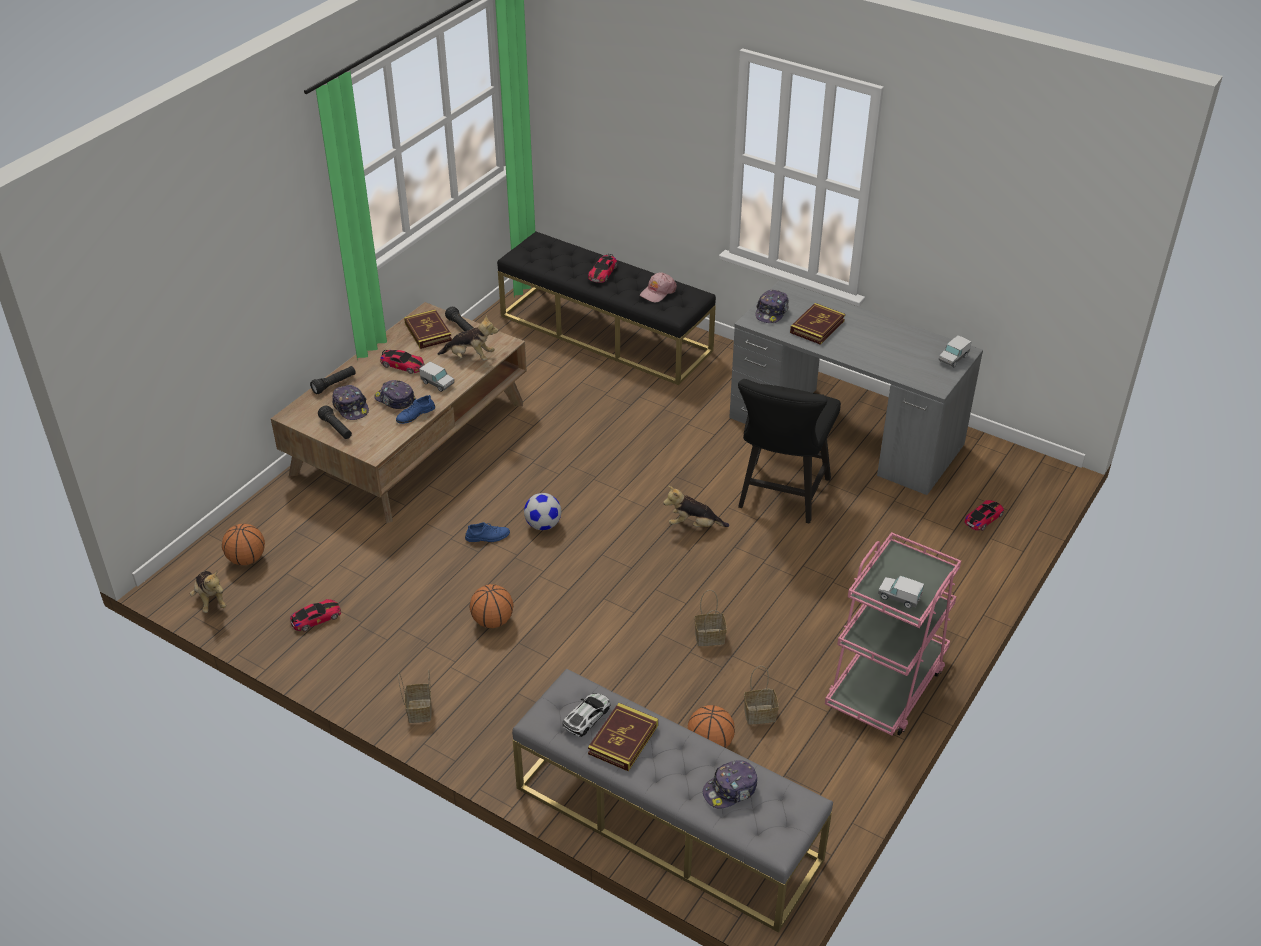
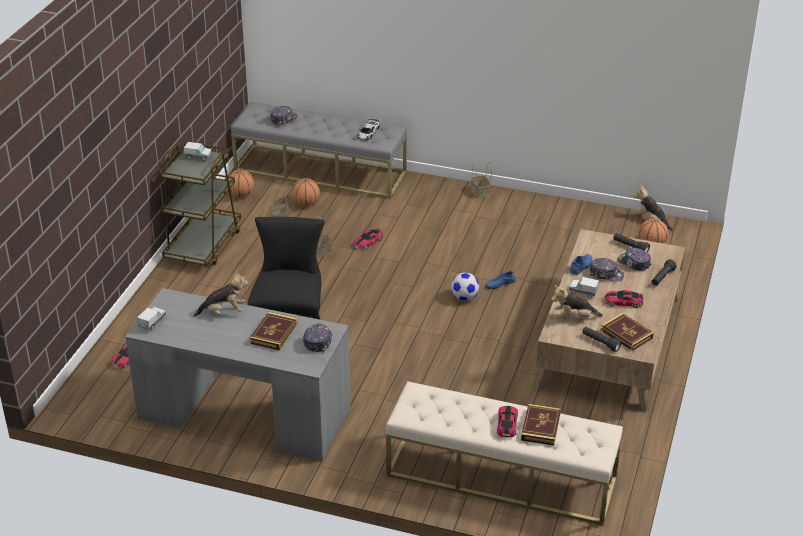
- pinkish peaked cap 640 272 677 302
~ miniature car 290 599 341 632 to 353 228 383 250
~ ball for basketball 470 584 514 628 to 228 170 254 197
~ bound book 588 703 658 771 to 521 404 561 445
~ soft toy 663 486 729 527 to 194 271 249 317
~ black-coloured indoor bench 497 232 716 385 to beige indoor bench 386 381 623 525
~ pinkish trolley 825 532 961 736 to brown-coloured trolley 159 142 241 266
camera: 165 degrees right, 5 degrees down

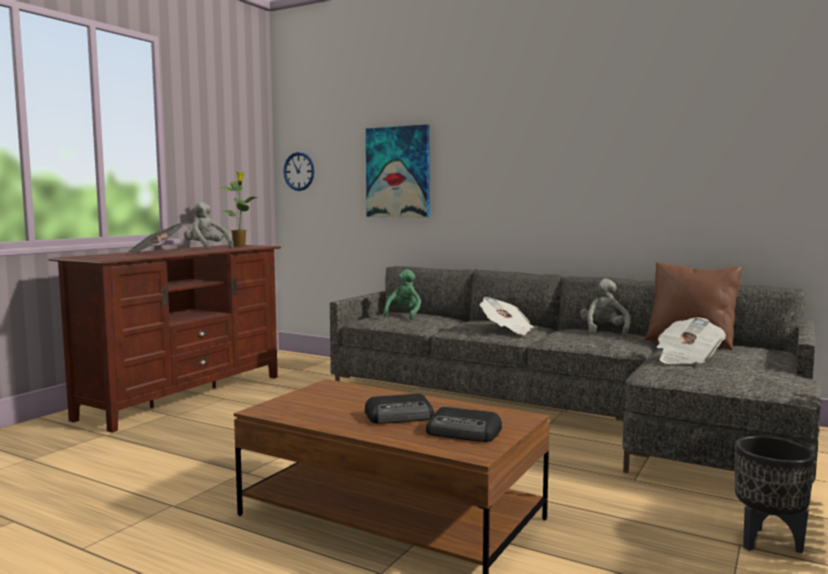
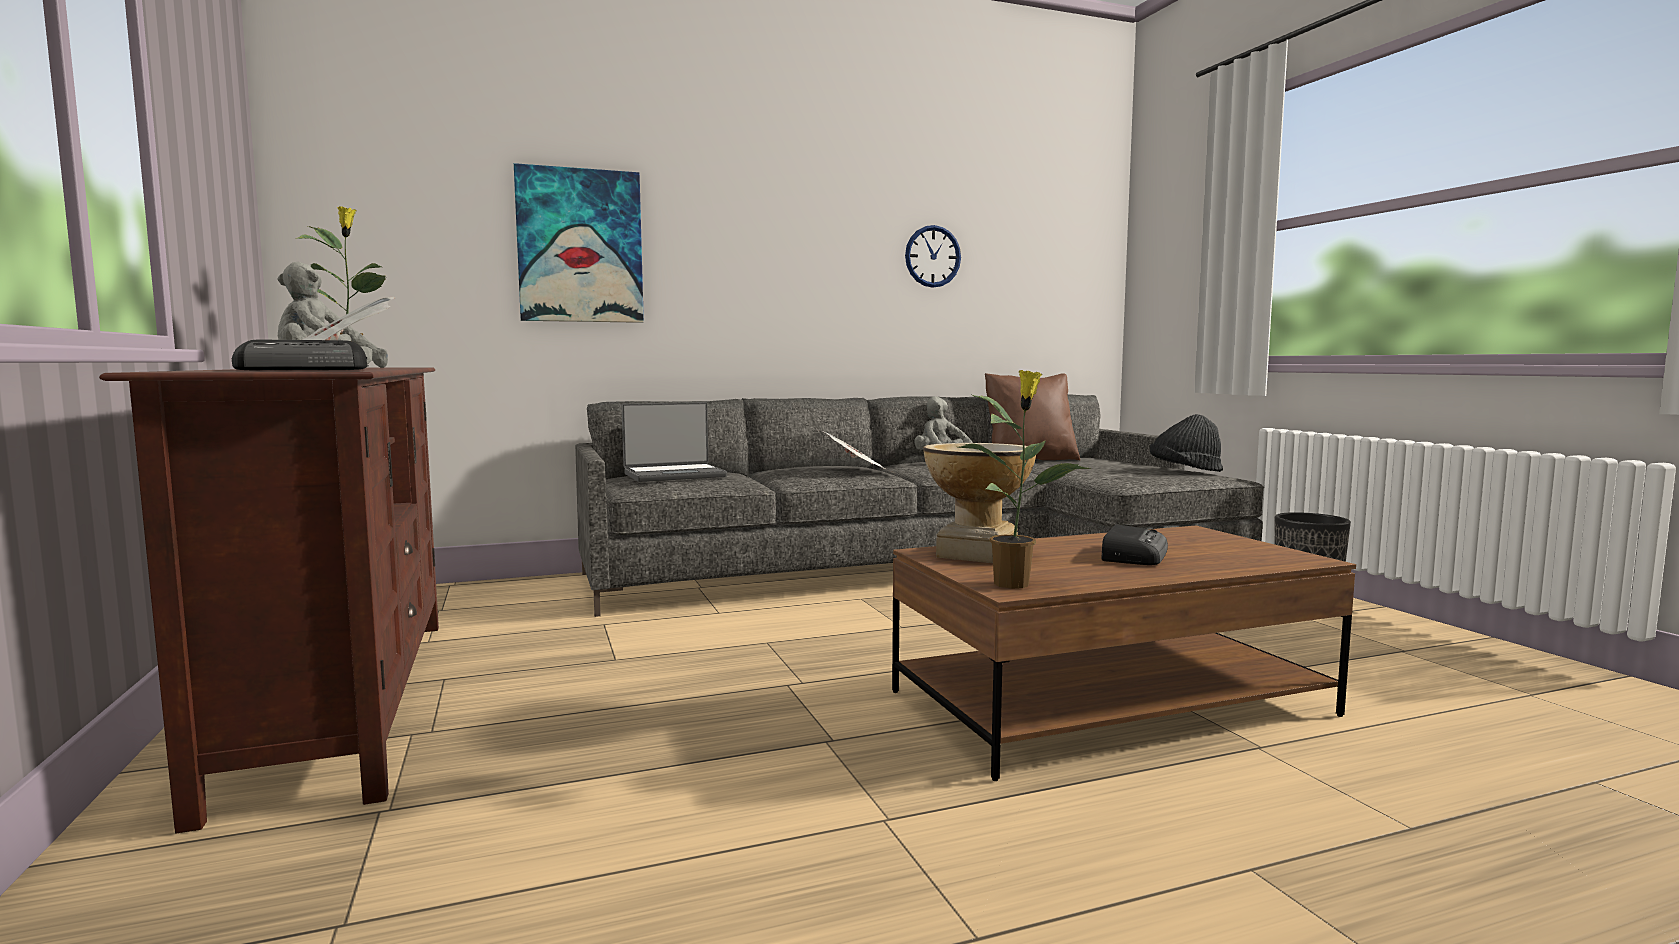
- newspaper 657 317 726 364
+ vase 924 443 1036 563
+ potted plant 958 370 1091 589
+ black-coloured wearable hat 1150 414 1223 472
~ clock on the wall 283 152 314 191 to 905 225 961 288
~ radio set 426 407 502 442 to 232 340 369 370
~ greenish soft toy 383 269 421 320 to laptop 622 402 727 482
camera: 50 degrees left, 0 degrees up

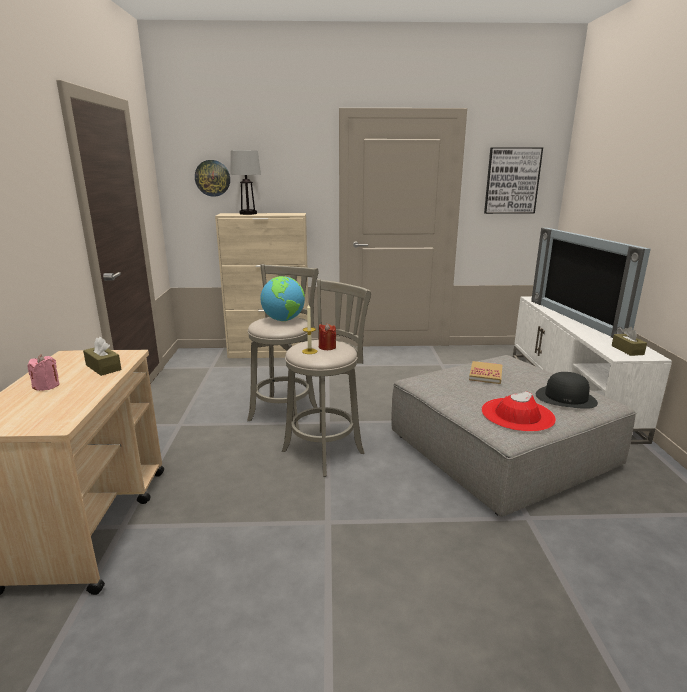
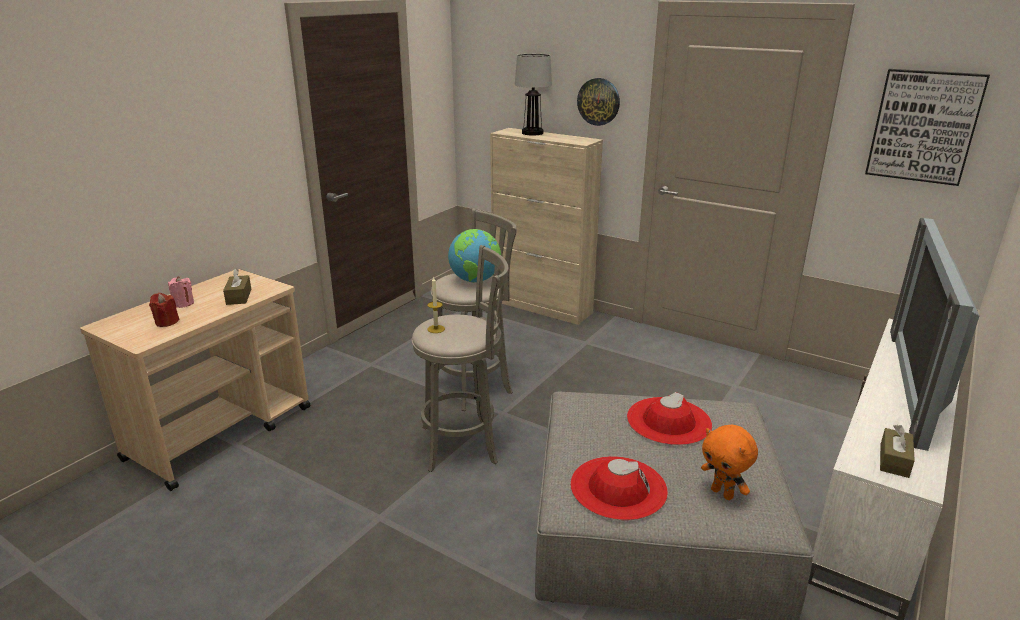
~ clock on the wall 195 160 230 197 to 577 78 620 126
~ reddish candle 319 323 336 350 to 149 293 180 327
~ bound book 469 361 502 384 to reddish wearable hat 627 392 712 445
~ black-coloured wearable hat 536 372 598 409 to orange-coloured soft toy 701 425 758 500
camera: 35 degrees right, 5 degrees up

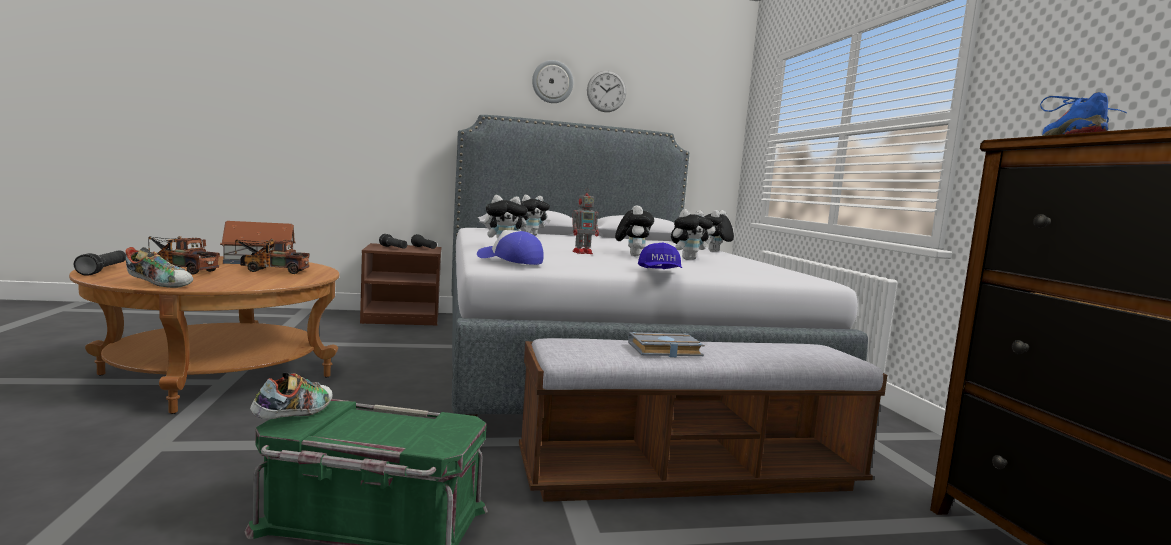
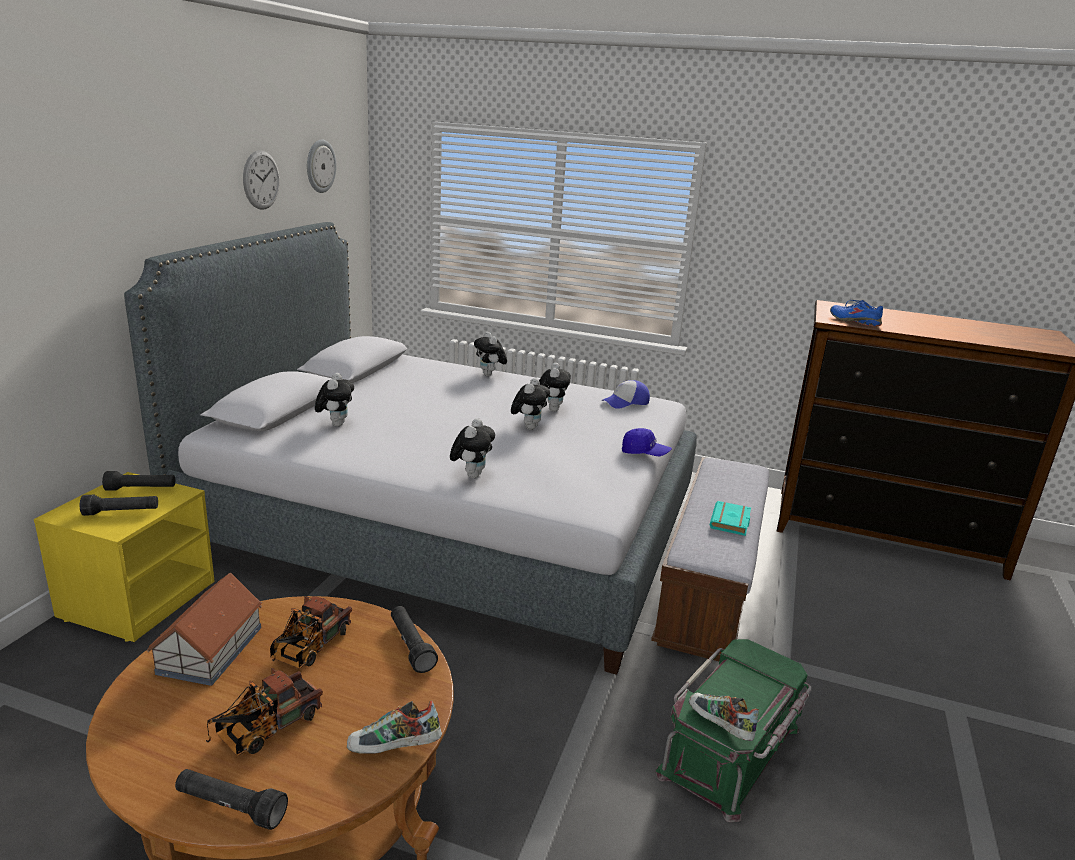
- model robot 572 188 599 254
+ black-coloured flashlight 391 606 438 673
~ peaked cap 477 230 544 265 to 602 380 650 409
~ clock on the wall 532 60 573 103 to 307 139 337 193
~ brown-coloured night table 360 243 442 326 to yellow night table 34 472 215 642
~ greyish bound book 628 332 705 357 to turquoise bound book 710 501 751 536
~ shoe 125 247 193 288 = 347 700 442 754 135 degrees counterclockwise
~ soft toy 615 206 654 256 = 511 378 550 430 75 degrees clockwise
camera: 60 degrees left, 15 degrees up

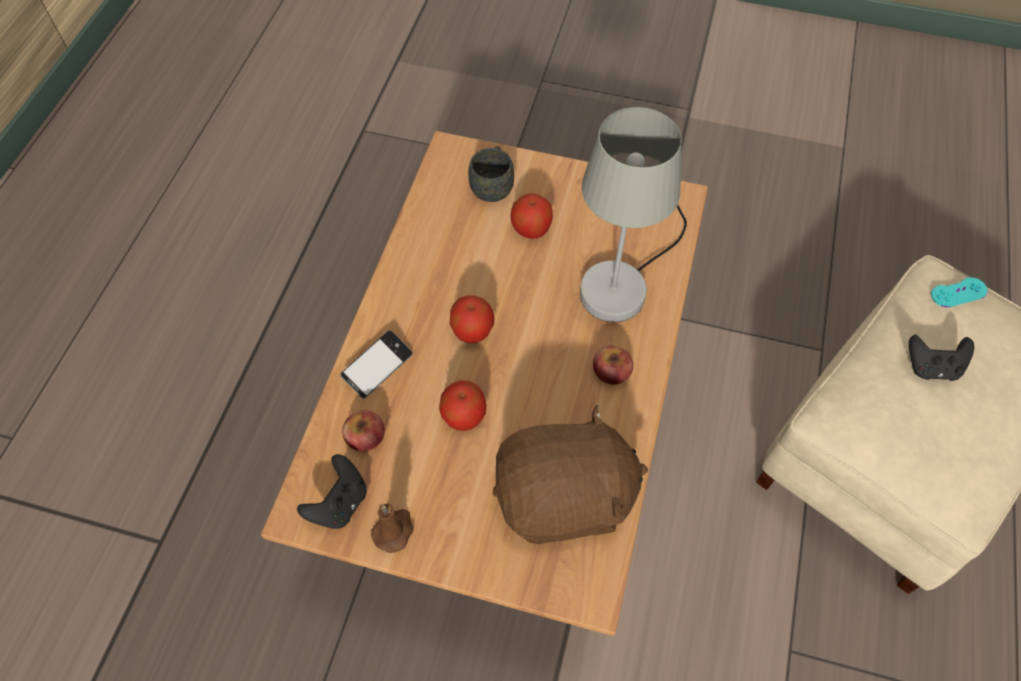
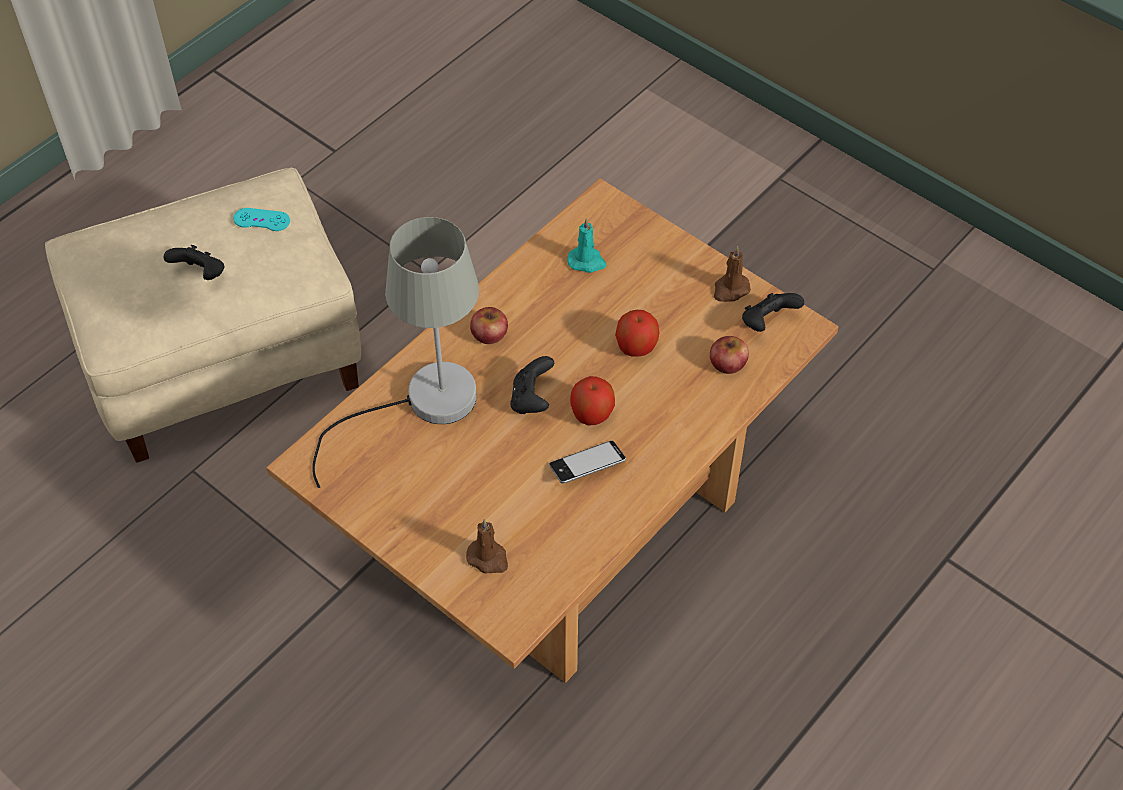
- whole apple 510 193 553 239
+ black-coloured gamepad 510 356 554 414
~ handset 340 330 413 399 to 549 441 626 484
~ turquoise gamepad 931 277 987 307 to 233 208 290 231
~ greyish mug 468 146 514 202 to brown-coloured candle 466 519 508 573
~ brown-coloured soft toy 493 405 648 544 to turquoise candle 567 218 606 273
camera: 155 degrees left, 5 degrees down

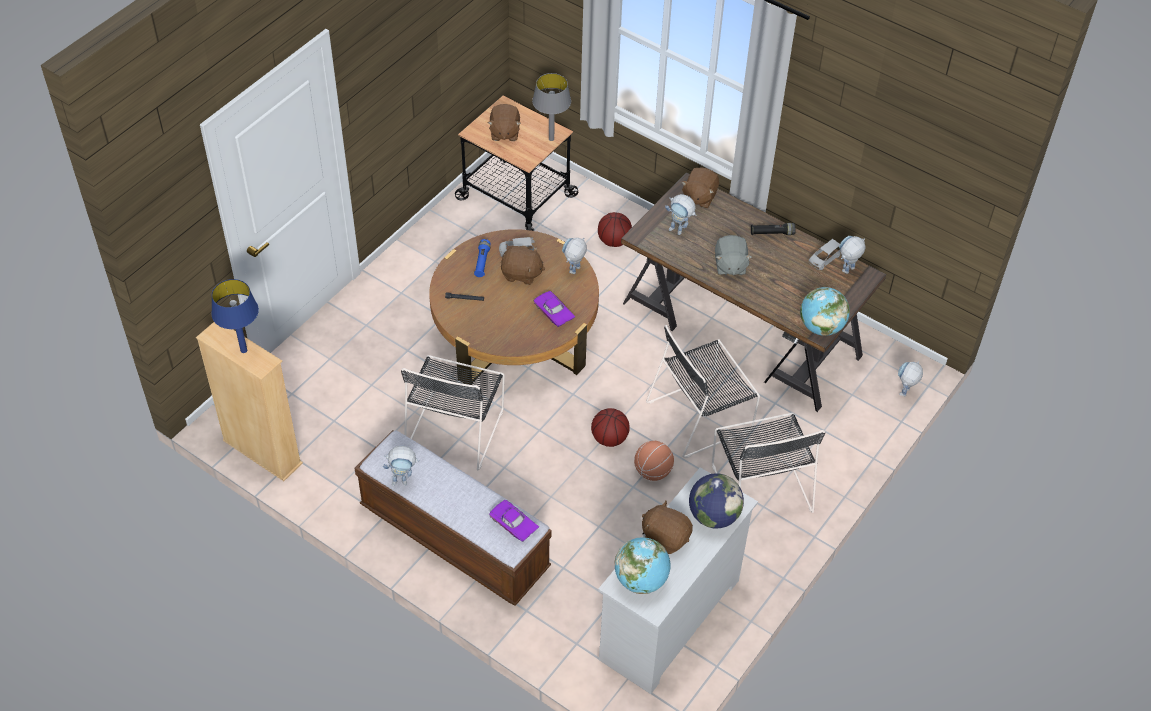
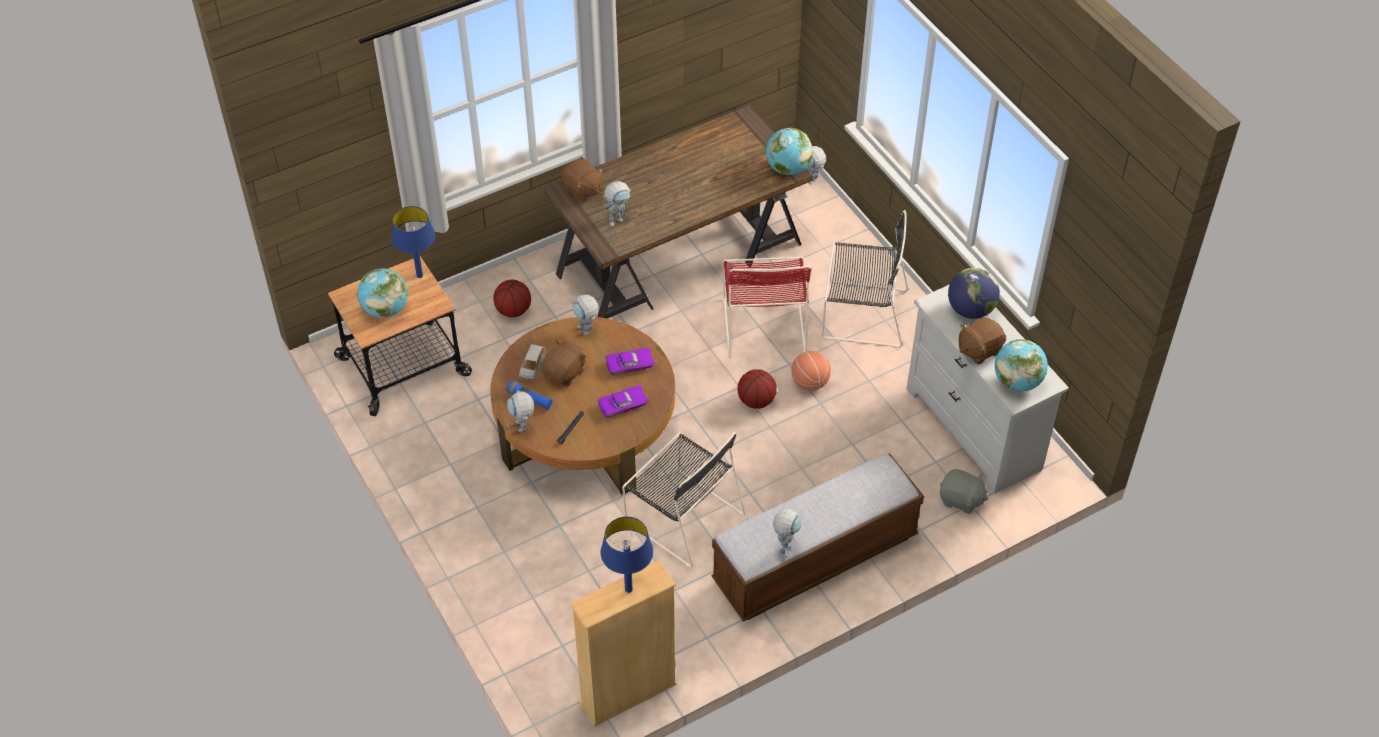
- black-coloured flashlight 751 223 796 235
- greyish miniature car 809 239 841 270
~ purple-coloured miniature car 489 500 539 542 to 598 385 649 418
~ greyish soft toy 715 235 752 275 to 940 469 988 514
~ model robot 839 236 866 274 to 507 390 534 432
~ brown-coloured soft toy 488 104 521 141 to world globe 357 268 408 318
~ greyish table lamp 532 73 571 141 to bluish table lamp 391 206 435 278
~ black-coloured chair 646 325 760 458 to reddish chair 722 257 811 358
camera: 65 degrees left, 0 degrees up

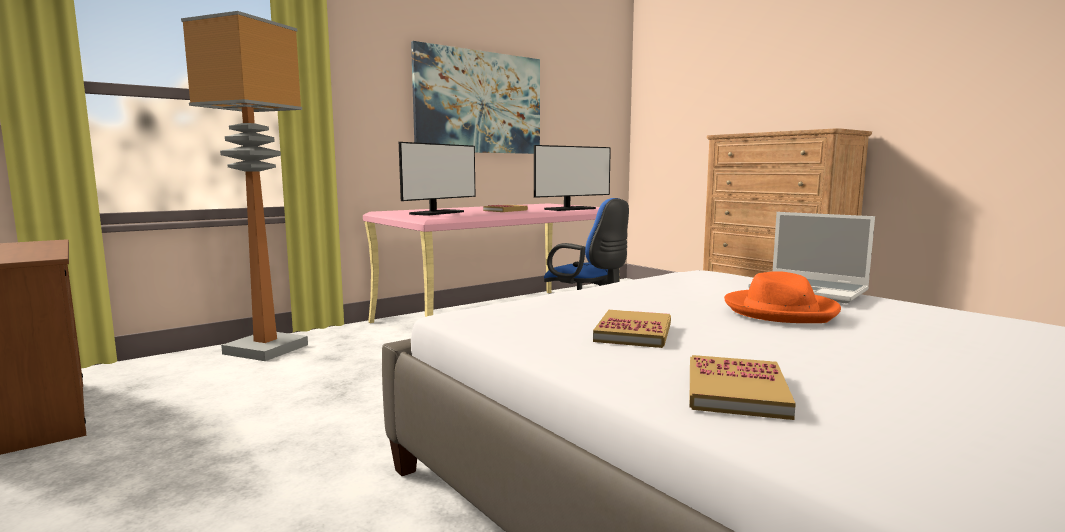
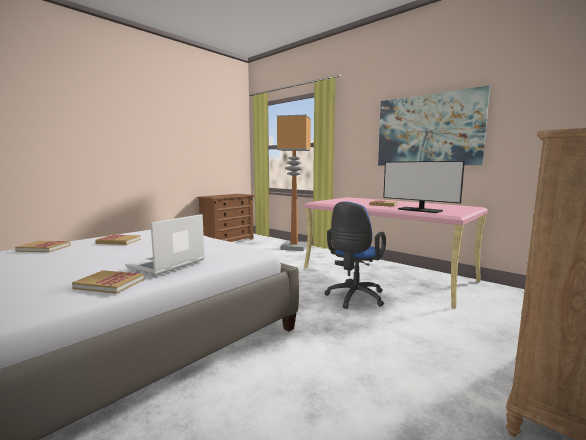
- computer screen 399 142 476 216
- orange-coloured wearable hat 724 271 841 323
+ bound book 72 270 145 294
camera: 80 degrees right, 0 degrees up

